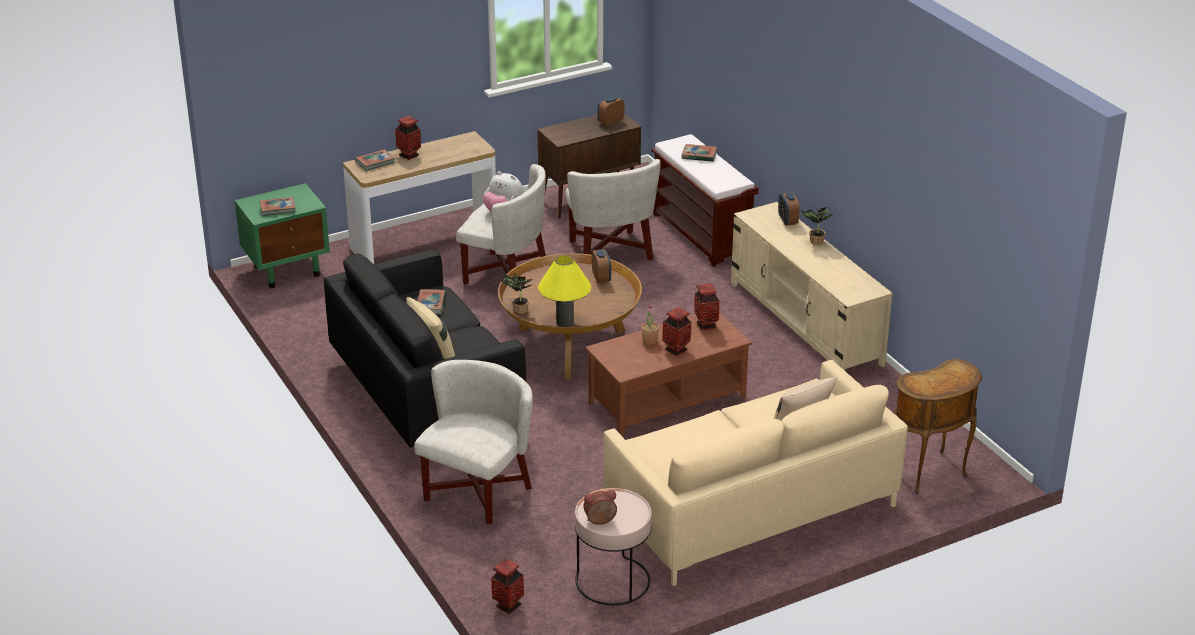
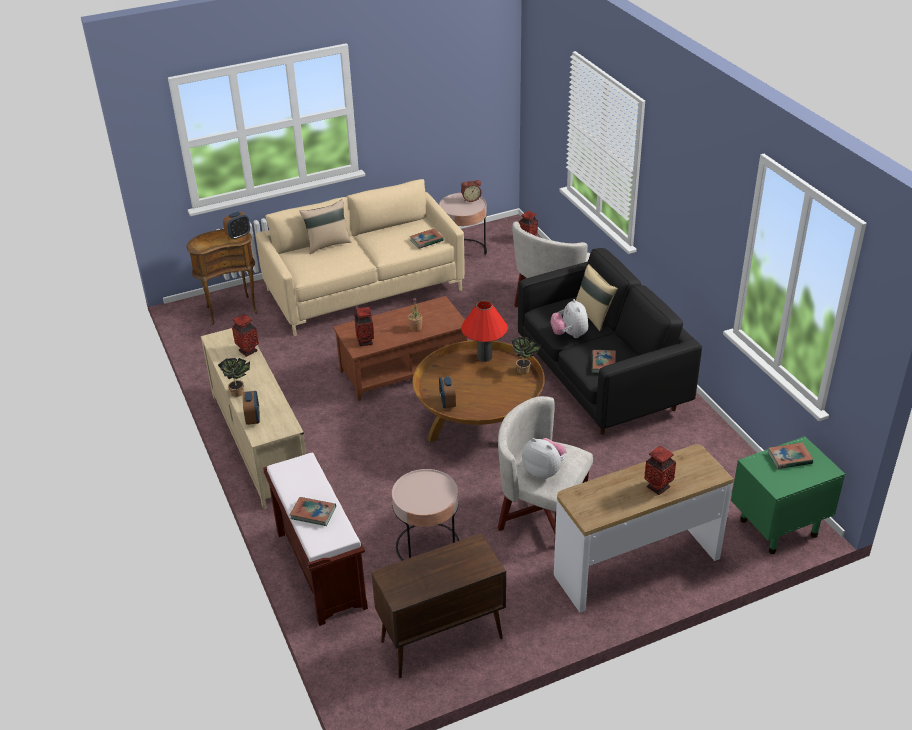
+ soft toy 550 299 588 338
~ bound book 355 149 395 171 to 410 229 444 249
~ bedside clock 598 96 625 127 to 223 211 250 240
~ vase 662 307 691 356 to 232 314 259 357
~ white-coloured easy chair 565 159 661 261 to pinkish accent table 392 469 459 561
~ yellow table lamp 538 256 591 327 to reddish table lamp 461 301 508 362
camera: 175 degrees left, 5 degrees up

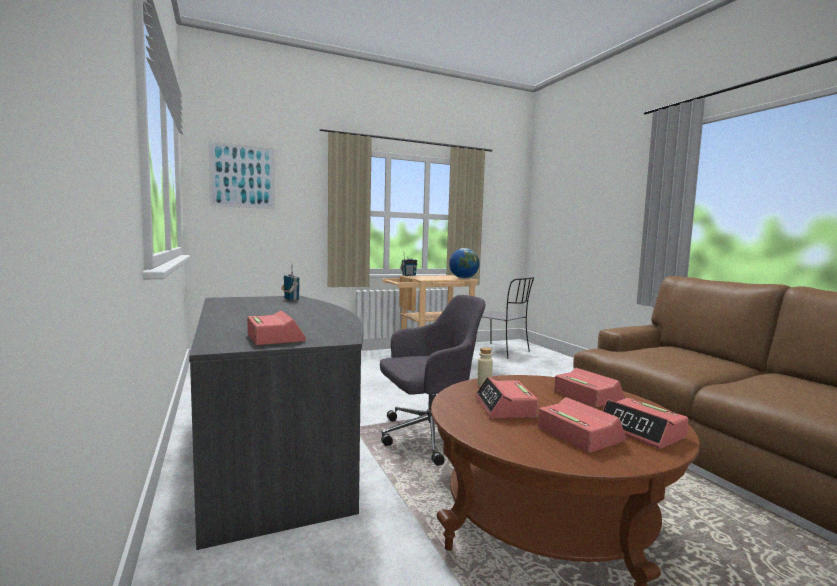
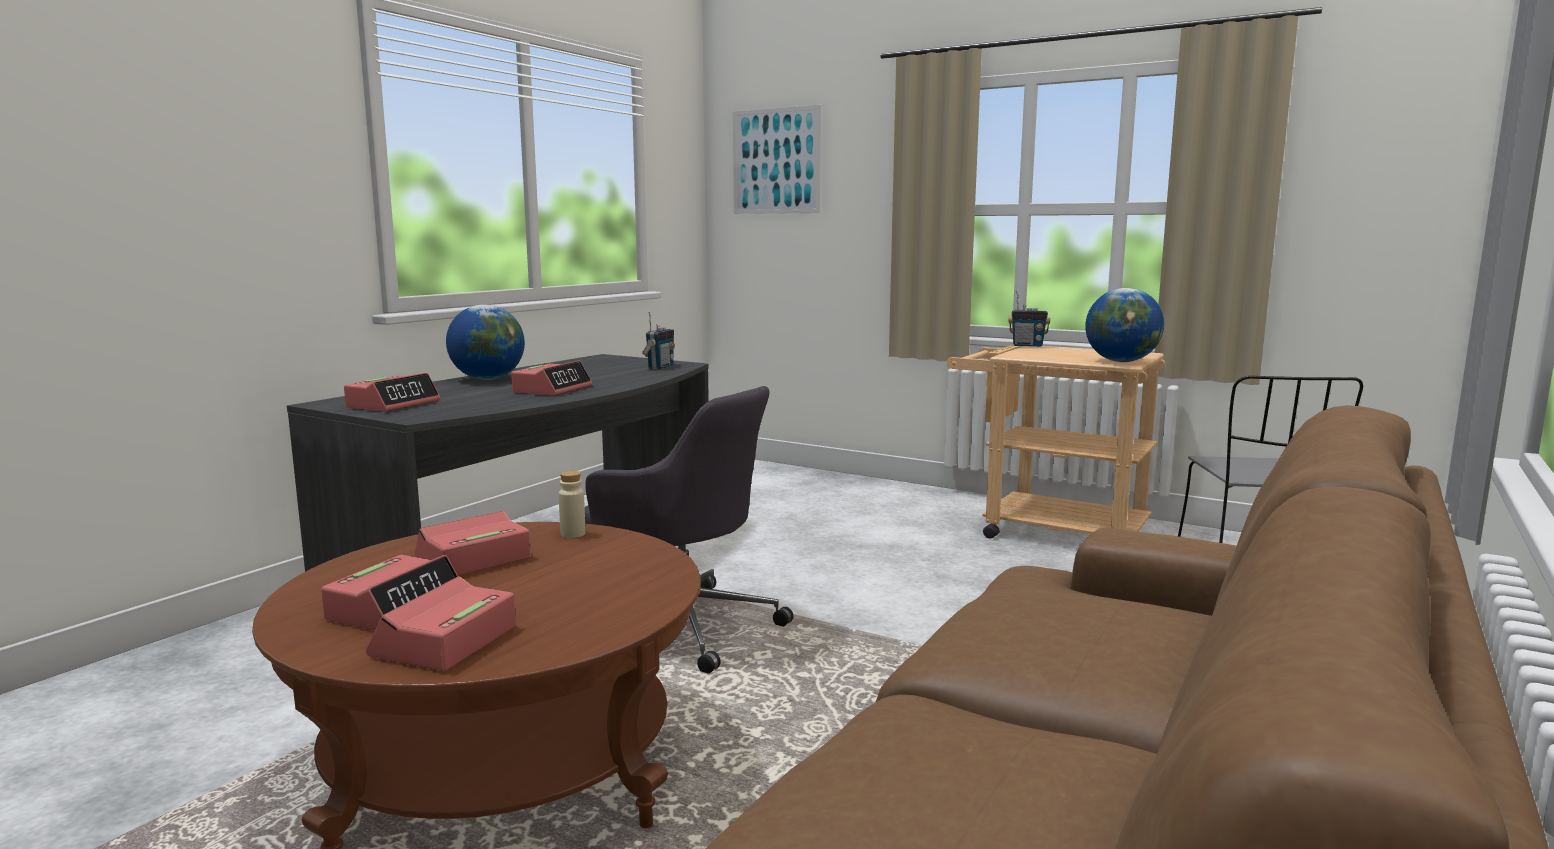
+ world globe 446 304 525 380
~ bedside clock 554 368 625 407 to 511 361 592 395
camera: 55 degrees right, 5 degrees up

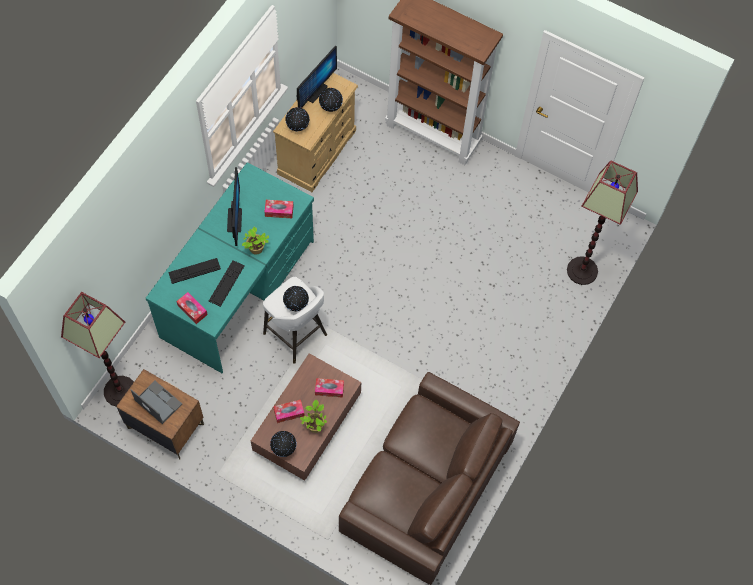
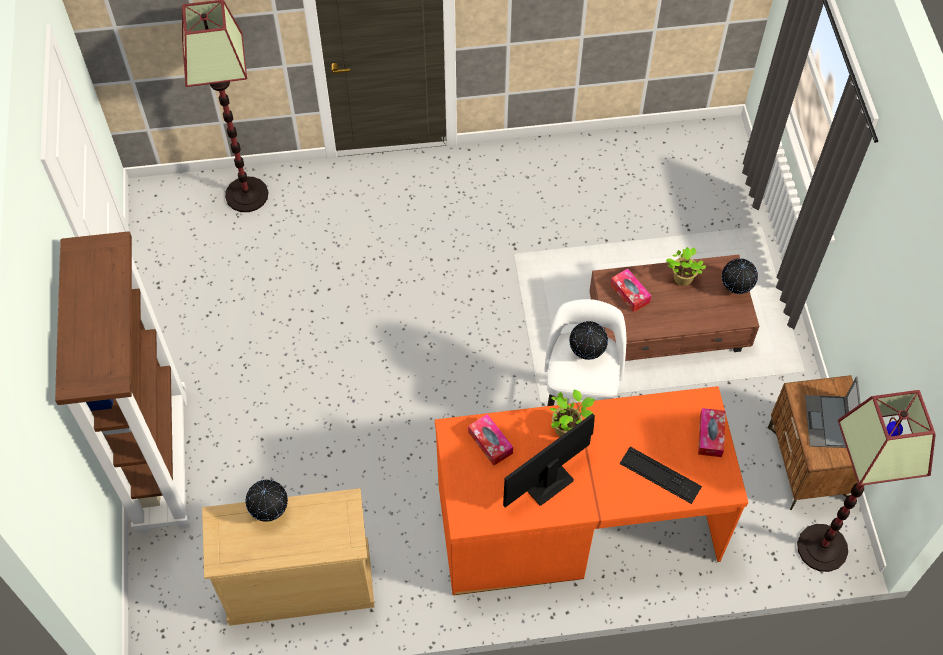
- PC keyboard 209 260 244 307
- box of tissues 273 400 305 423
- world globe 285 107 310 131
- computer screen 297 46 337 108
- brown-coloured couch 339 372 520 585
~ turquoise desk table 146 162 314 373 to orange-coloured desk table 435 386 748 595
camera: 125 degrees left, 5 degrees down

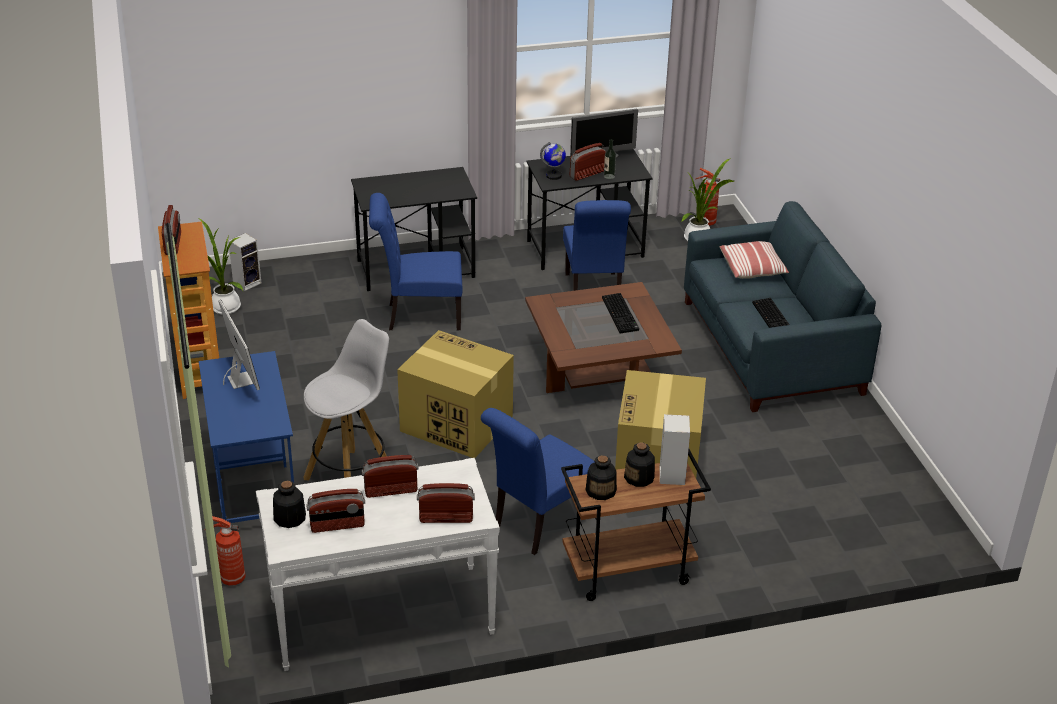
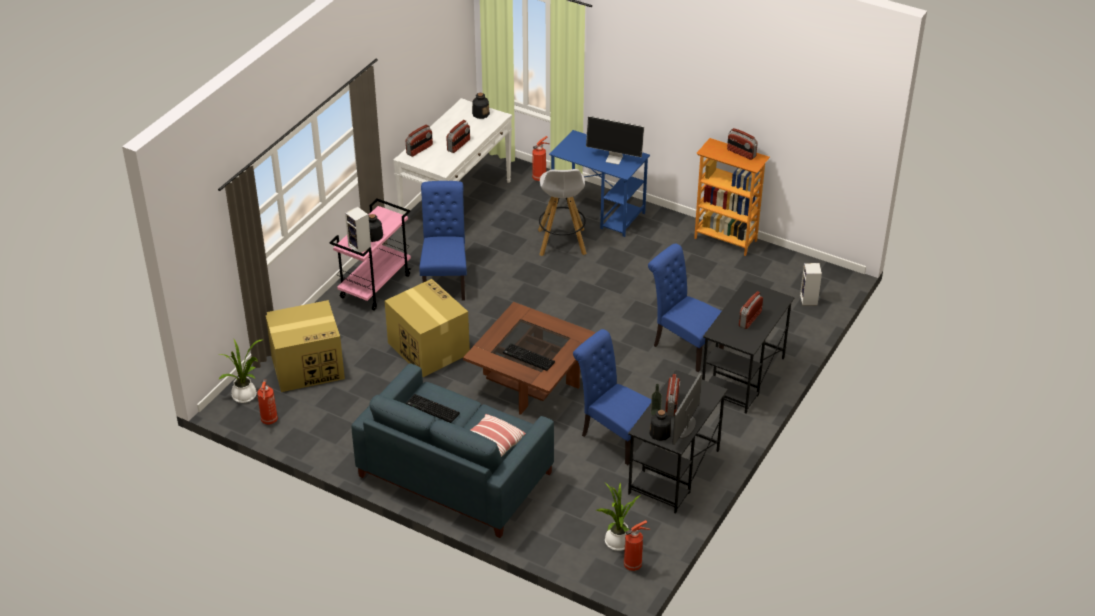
- world globe 540 142 566 180
+ fire-fighting cylinder 257 379 278 425
~ potted plant 197 217 243 314 to 218 338 264 403
~ radio set 306 489 365 533 to 739 291 763 329
~ cardboard box 397 330 514 458 to 266 300 345 392
~ beverage bottle 585 455 617 500 to 649 410 671 441
~ brown-coloured trolley 561 449 711 601 to pinkish trolley 329 199 411 311
~ bluish chair 369 193 463 330 = 648 244 724 372 90 degrees counterclockwise
camera: 135 degrees right, 5 degrees up

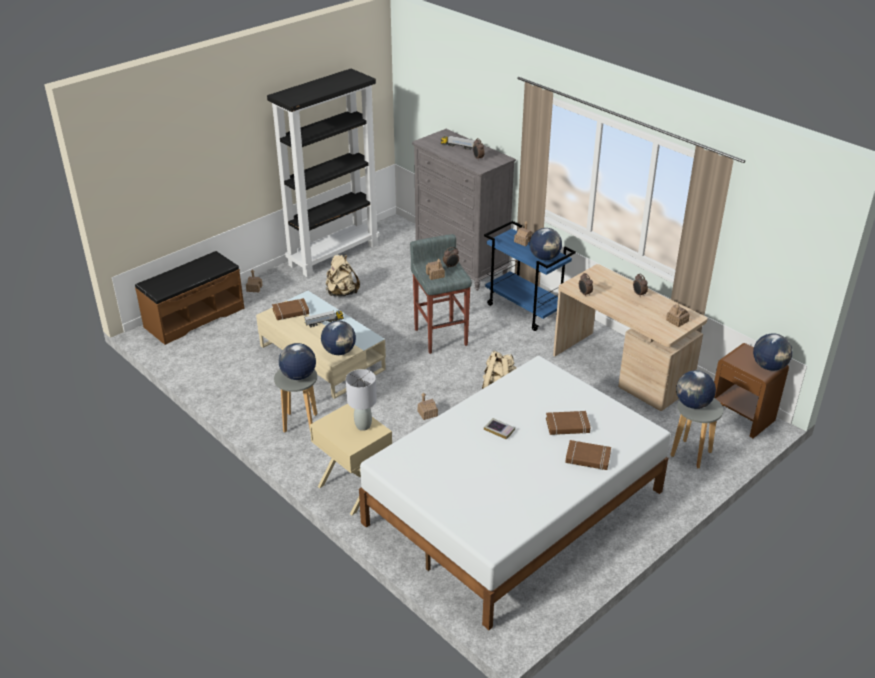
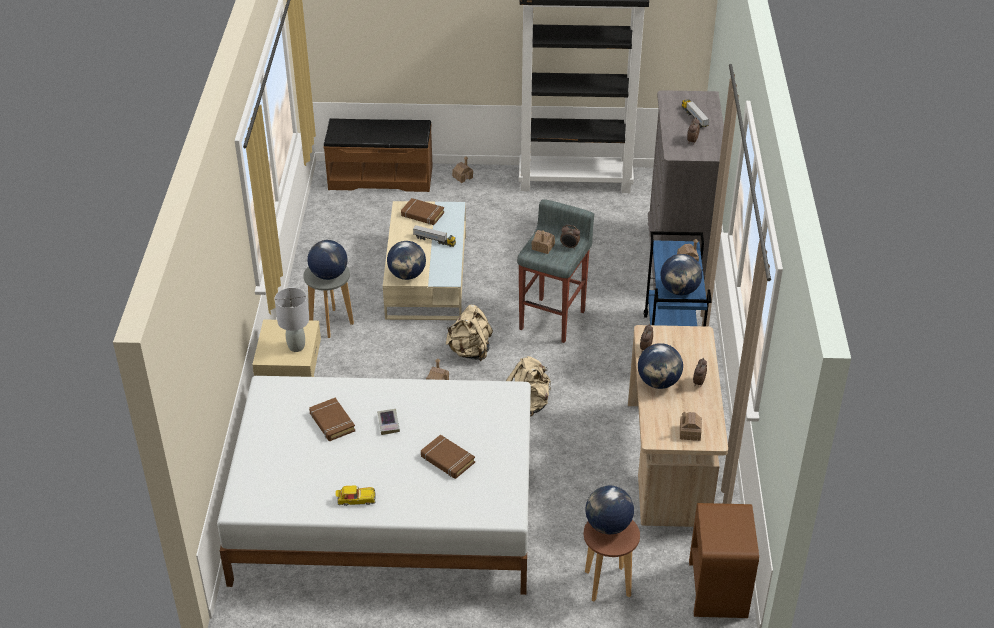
+ miniature car 335 486 376 506
~ beige rucksack 326 254 360 297 to 446 304 493 361
~ brown-coloured bound book 565 440 611 470 to 309 398 355 441
~ world globe 753 333 793 371 to 638 343 683 389
~ greyish stool seat 671 398 723 468 to brown-coloured stool seat 584 520 640 601
camera: 45 degrees right, 5 degrees up

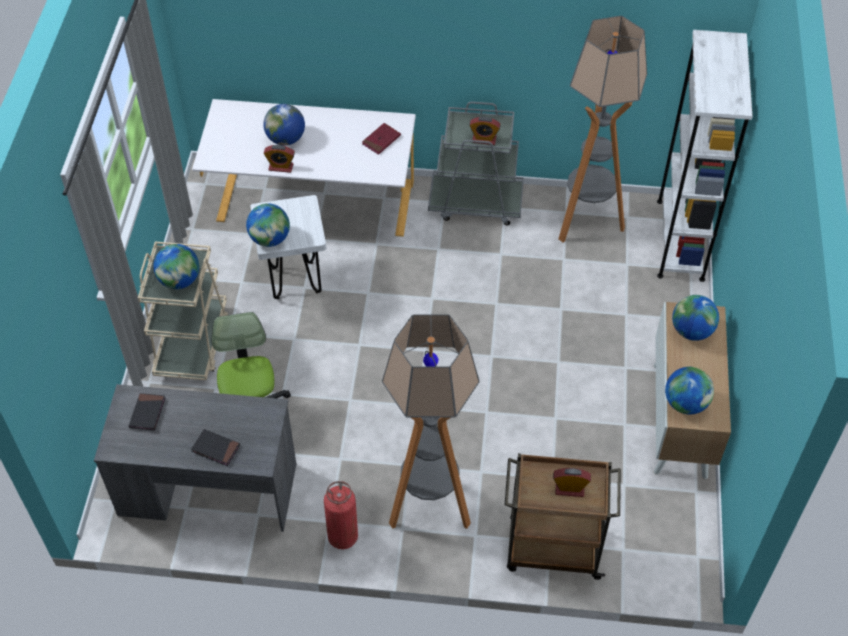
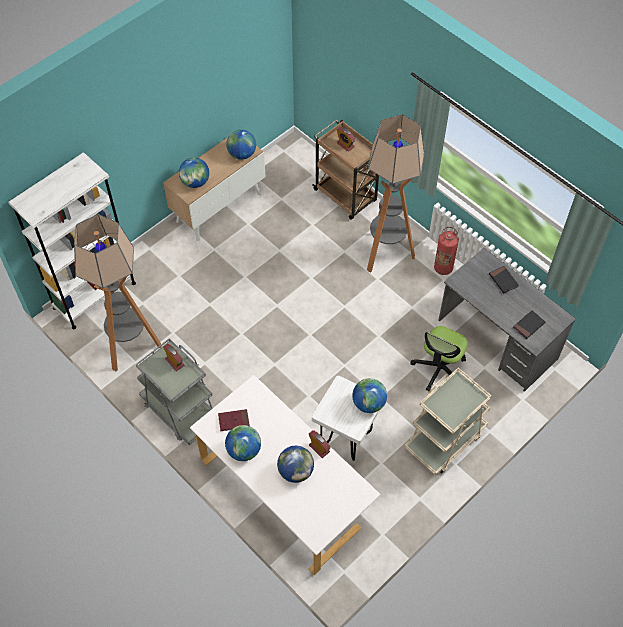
~ world globe 153 244 199 289 to 225 425 261 461
camera: 140 degrees left, 5 degrees up

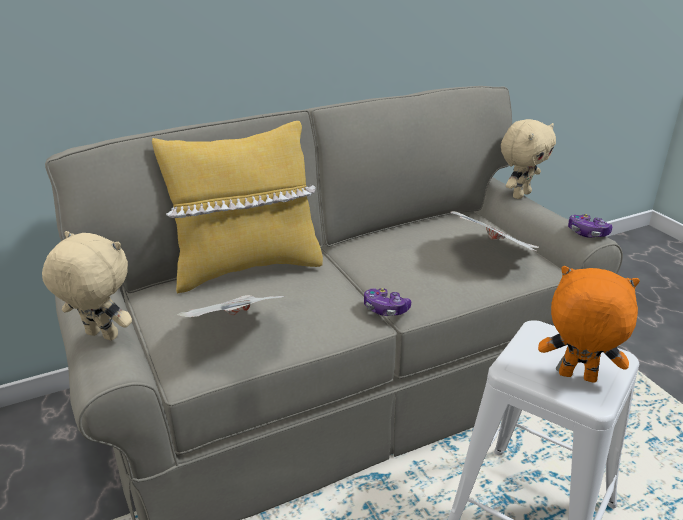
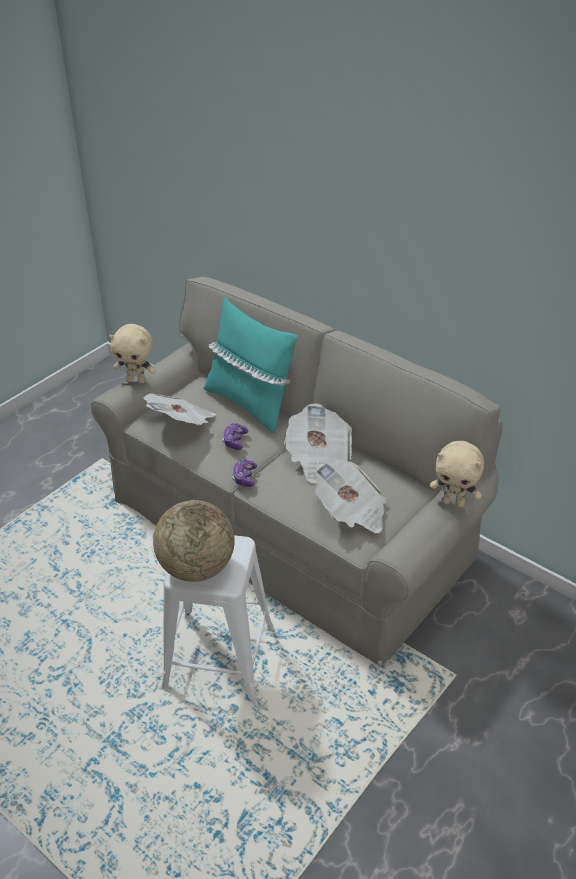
+ newspaper 284 404 352 484
~ gamepad 568 214 612 238 to 222 423 249 450
~ orange-coloured soft toy 538 266 640 383 to world globe 153 500 235 582
~ yellow cushion 152 121 323 294 to turquoise cushion 204 297 298 433
~ beige soft toy 42 231 132 340 = 109 324 156 383 105 degrees clockwise
camera: 65 degrees right, 10 degrees up

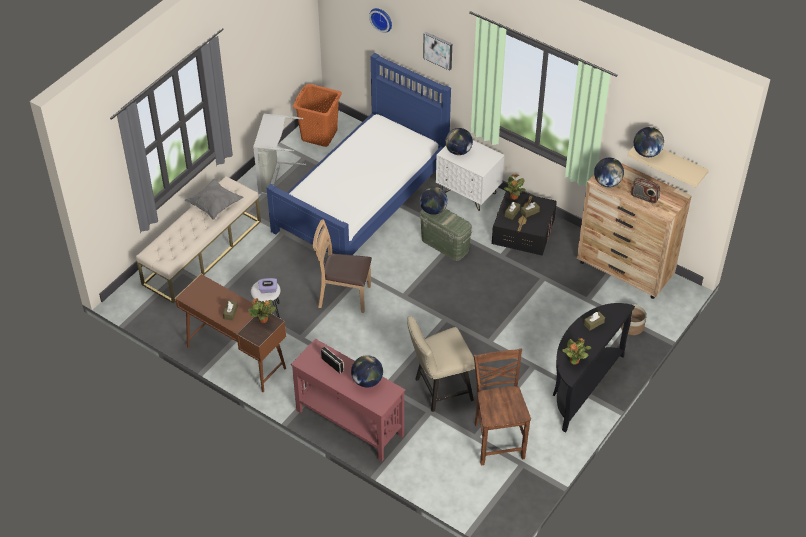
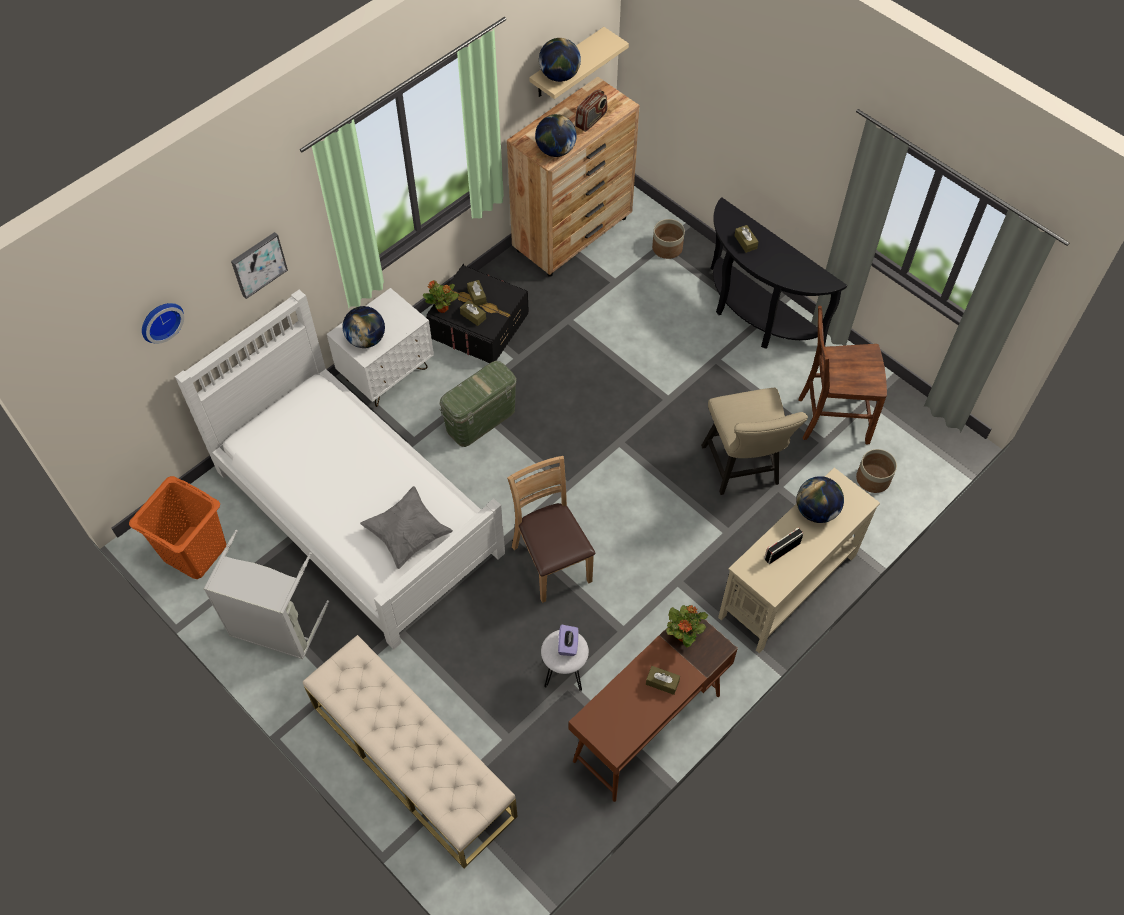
- world globe 420 187 448 215
- potted plant 562 338 591 365
+ flower pot 856 449 897 493
~ greyish cushion 185 179 243 220 to 360 486 453 569
~ bluish bed 267 53 451 255 to white-coloured bed 175 290 505 650
~ reddish console table 291 339 405 461 to beige console table 718 468 880 653
~ brown-coloured chair 313 219 372 313 = 507 456 595 603 135 degrees clockwise
camera: 80 degrees left, 10 degrees up

